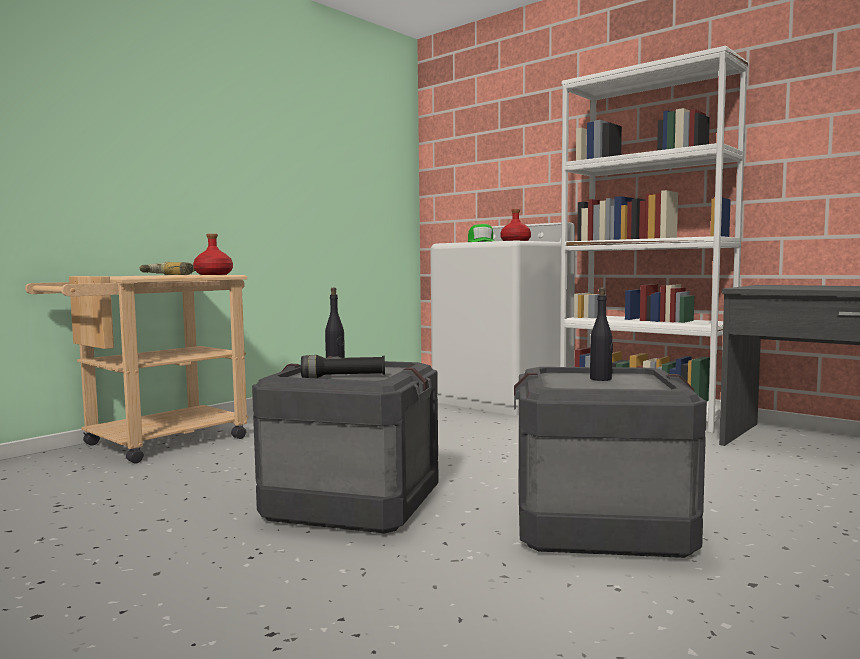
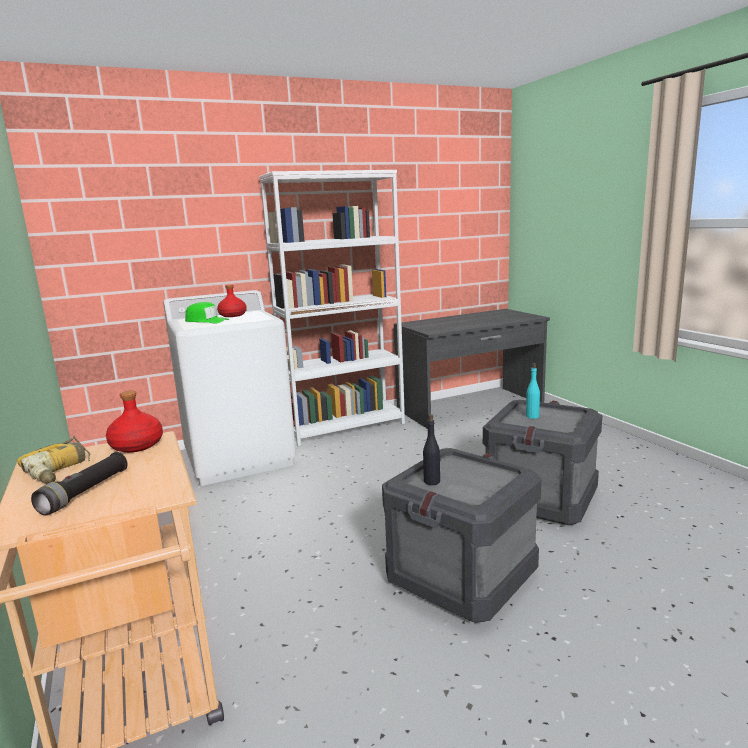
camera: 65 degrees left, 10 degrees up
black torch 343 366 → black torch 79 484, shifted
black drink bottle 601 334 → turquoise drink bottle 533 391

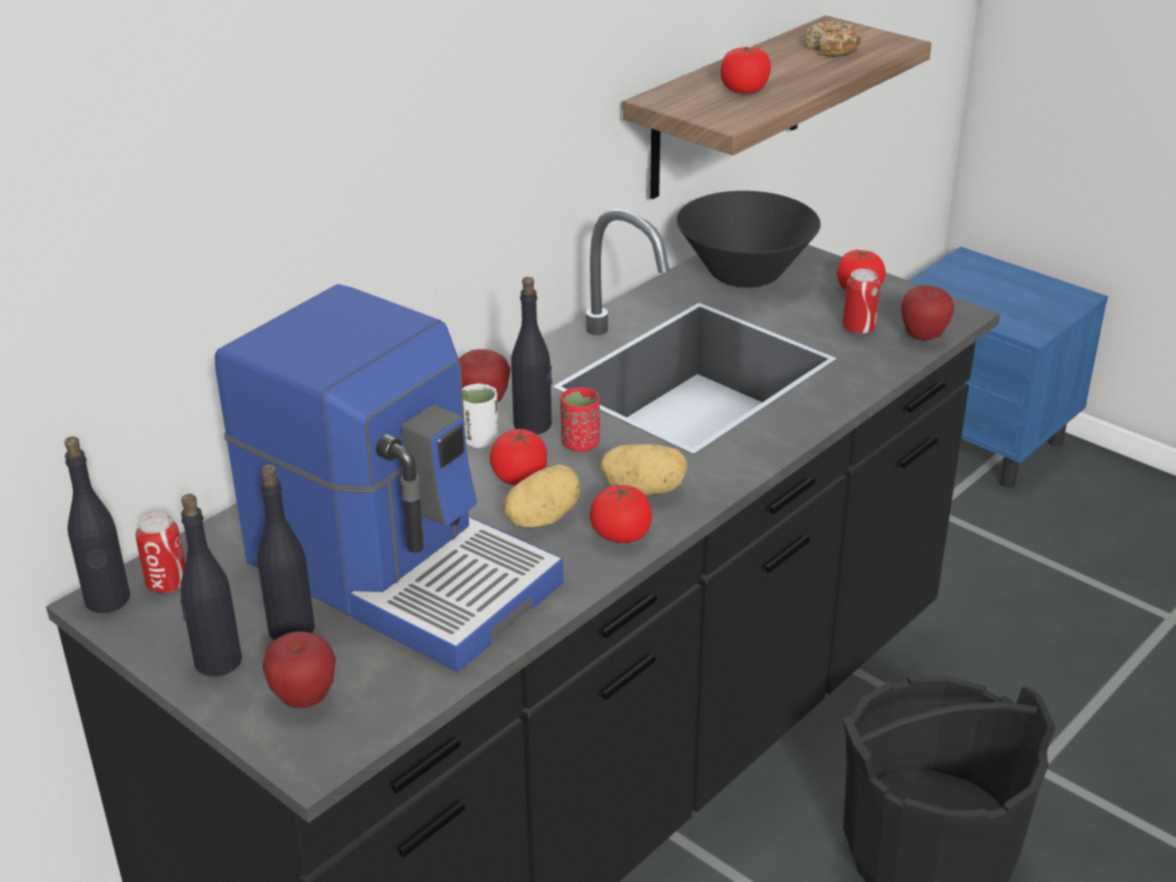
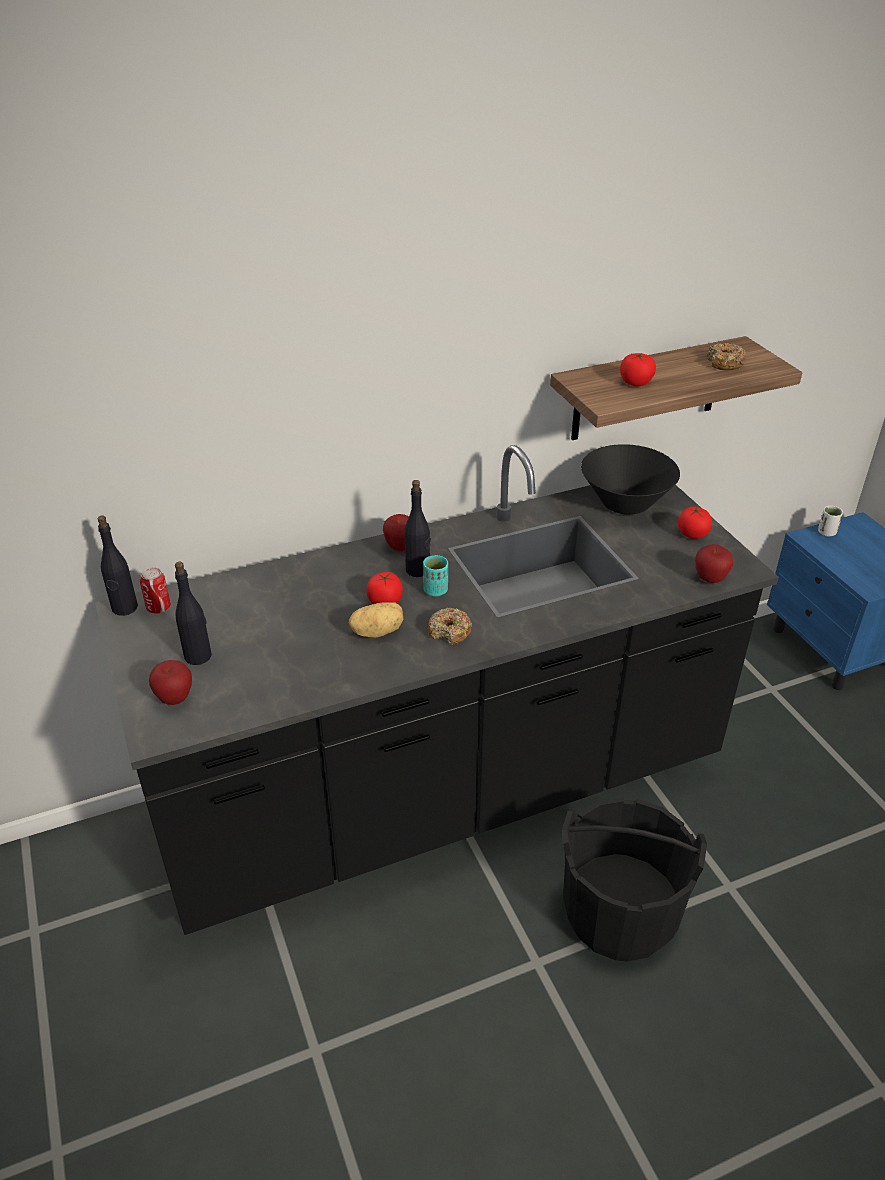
camera: 25 degrees right, 5 degrees up
black drink bottle 211 585 → -
coffee machine 389 478 → -
tomato 621 513 → -
sealed can 861 301 → -
white cup 480 416 → white cup 830 521, shifted
spud 644 470 → donut 450 626
red cup 580 419 → turquoise cup 435 576

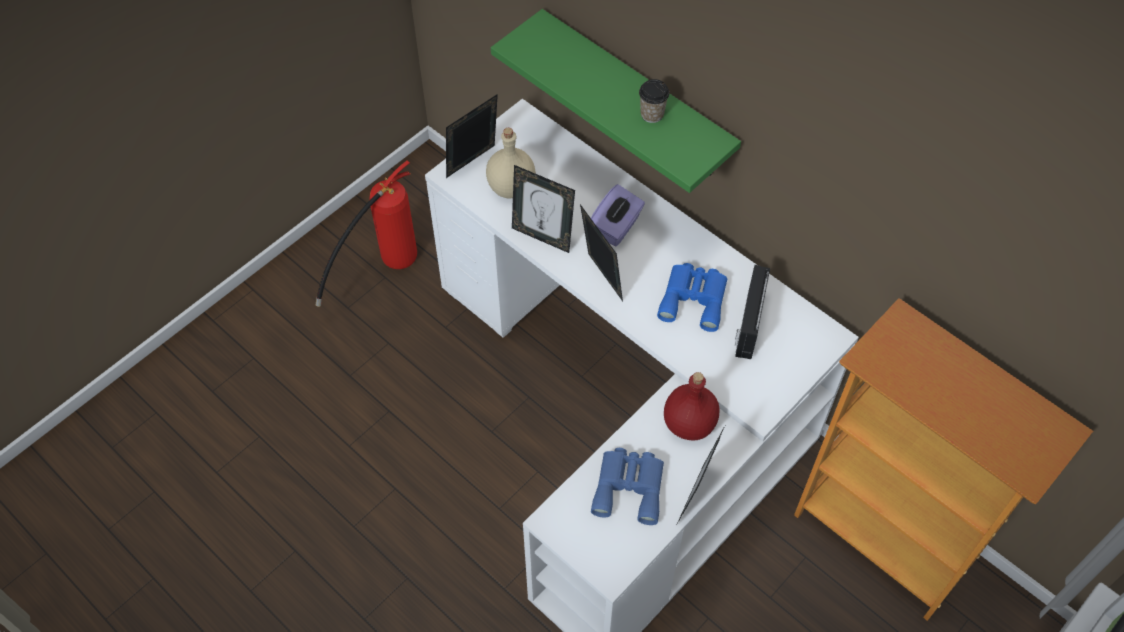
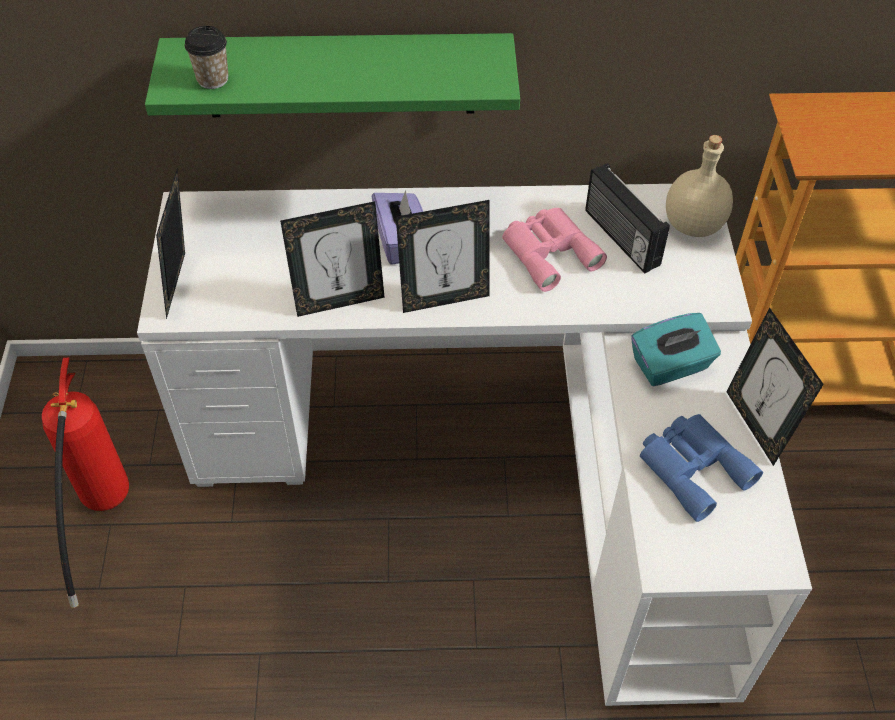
camera: 45 degrees left, 5 degrees down
beige drink bottle 511 163 → beige drink bottle 699 186, shifted
cup 654 101 → cup 207 57, shifted
red drink bottle 691 406 → turquoise tissue holder 676 349
blue pair of binoculars 692 297 → pink pair of binoculars 554 250
picture frame 601 252 → picture frame 443 256, 150 degrees clockwise

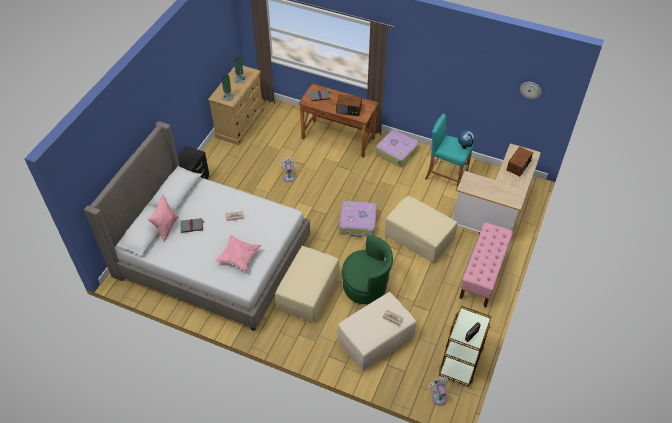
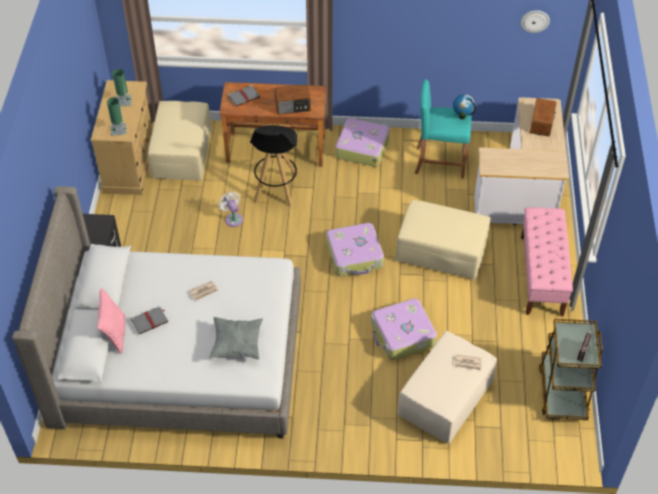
camera: 20 degrees left, 0 degrees up
white fan 439 391 → -
- → black stool 274 165
beige footrest 307 284 → beige footrest 180 140, shifted
green-coloured lounge chair 367 269 → suitcase 404 329
pink throw pillow 238 253 → grey throw pillow 236 338

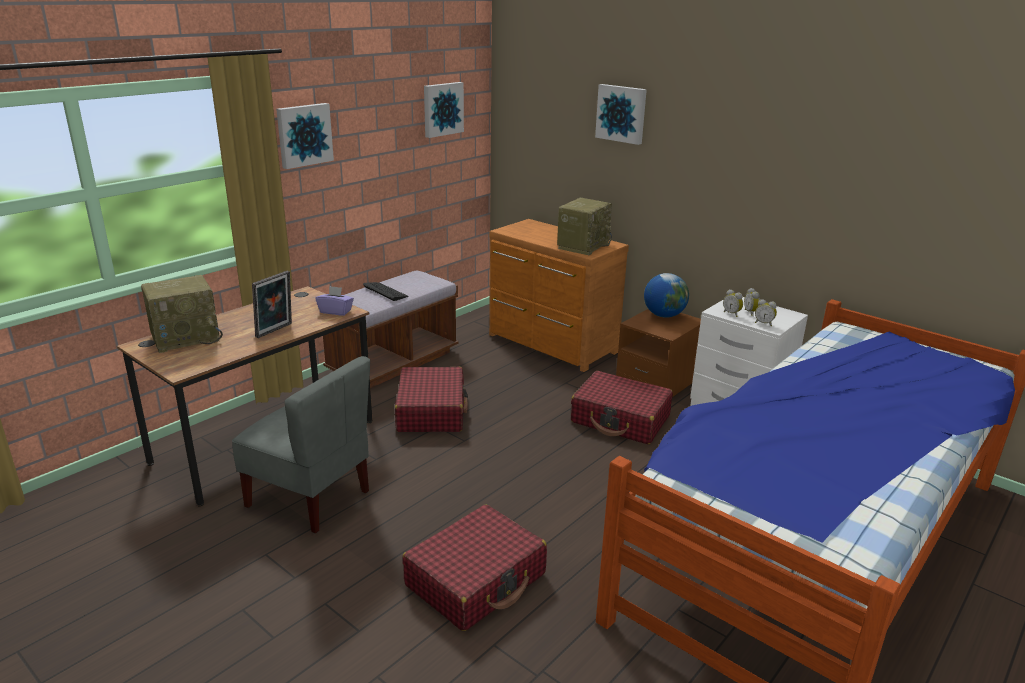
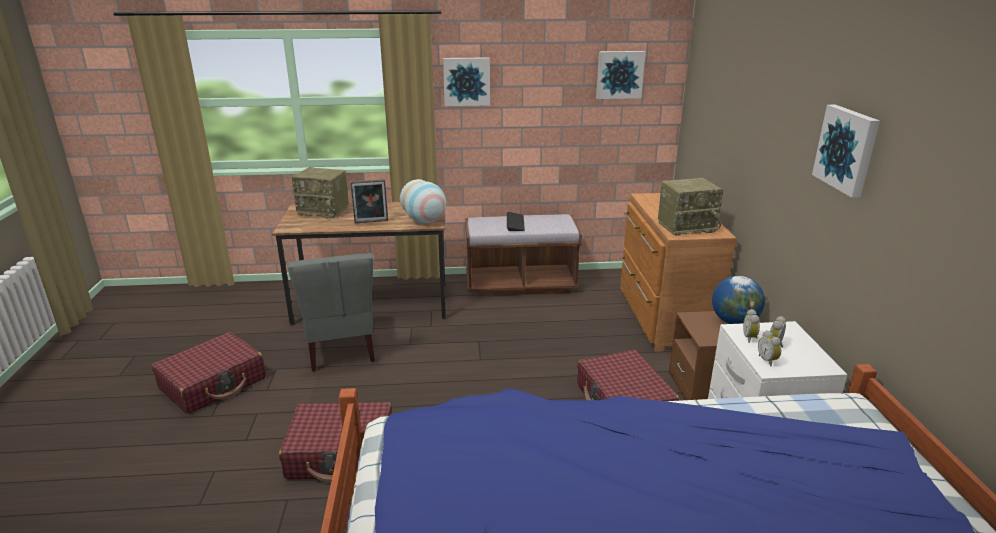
camera: 45 degrees right, 0 degrees up
red suitcase 431 399 → red suitcase 209 373, shifted
picture 621 114 → picture 846 151, shifted
purple-coloured tissue holder 334 301 → flower vase 423 201

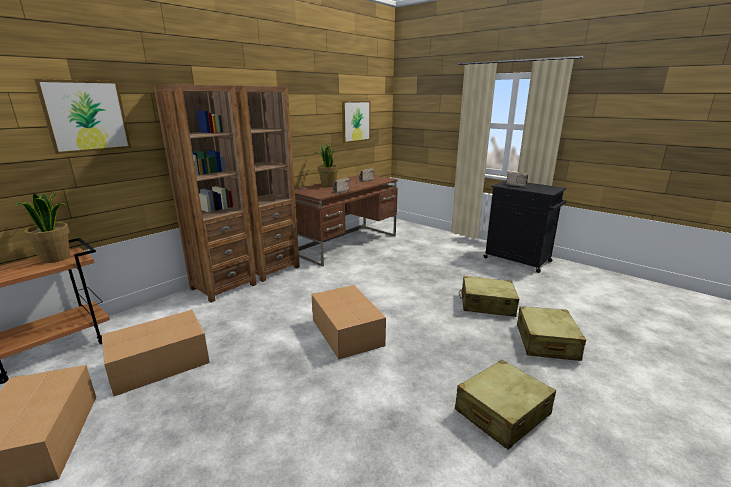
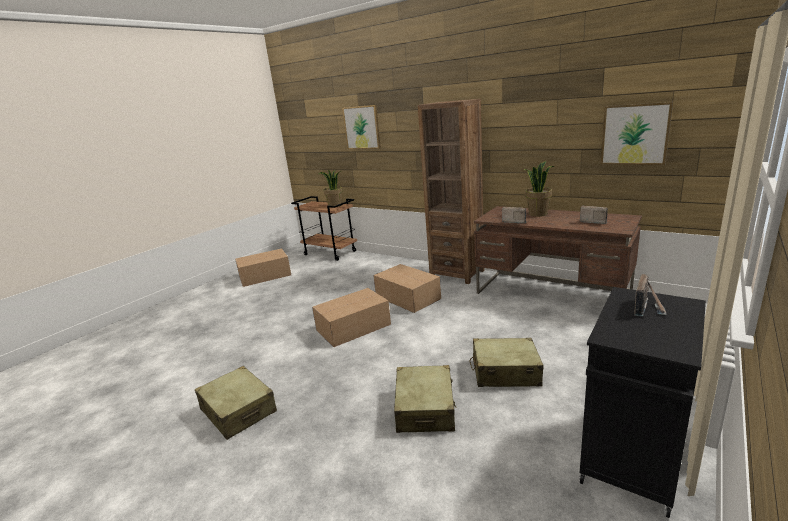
camera: 85 degrees right, 0 degrees up
brown shelving unit 205 193 → -
carton 156 353 → carton 407 288, shifted
beige suitcase 551 333 → beige suitcase 506 362, shifted

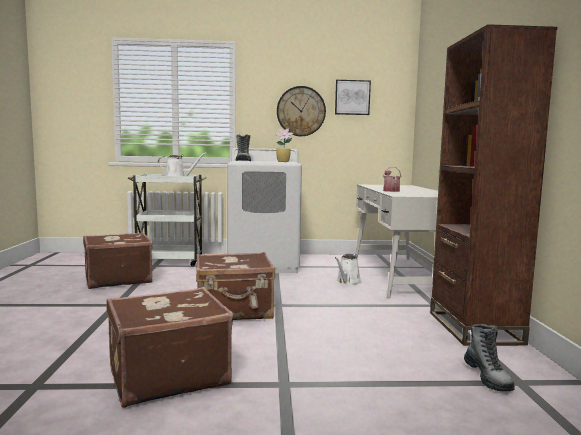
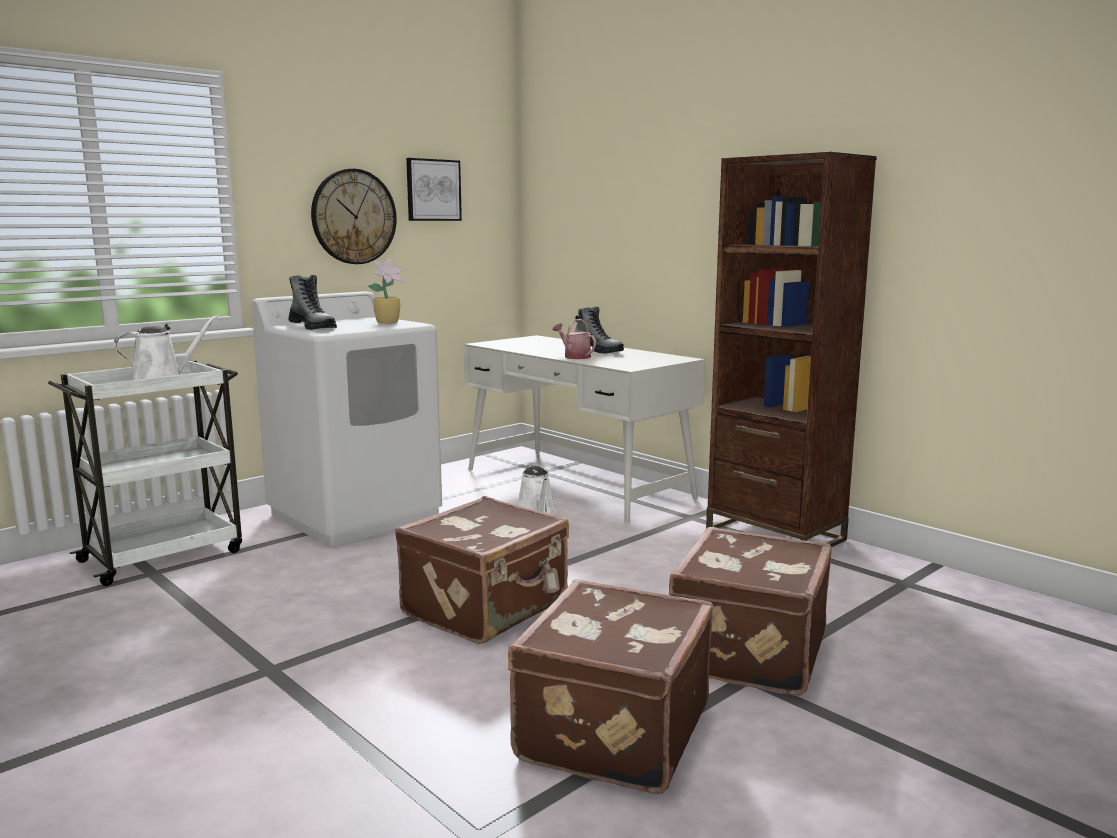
camera: 40 degrees left, 5 degrees up
brown suitcase 118 260 → brown suitcase 750 611, shifted
high-top boot 489 357 → high-top boot 599 330, shifted

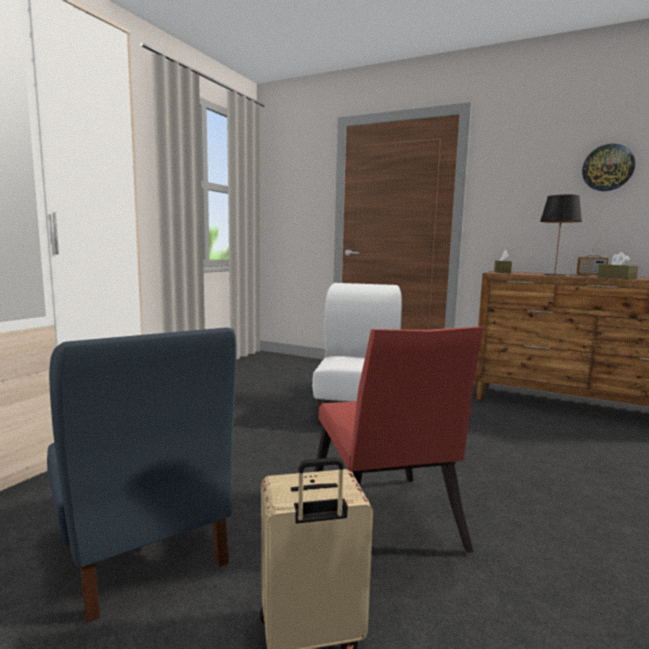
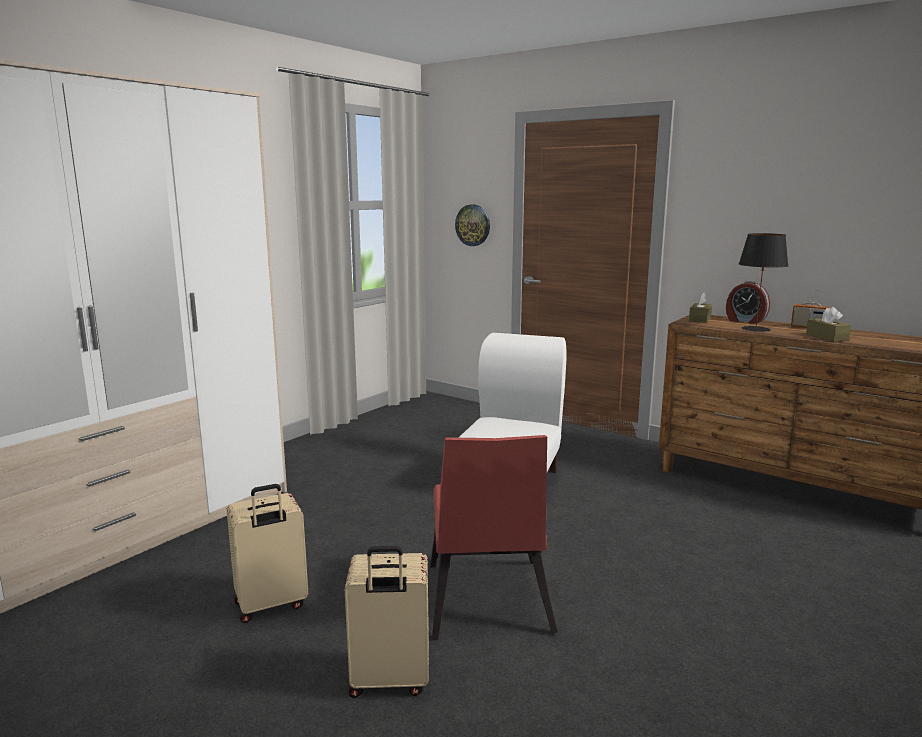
camera: 10 degrees right, 5 degrees up
- → alarm clock 748 302
wall clock 608 167 → wall clock 472 225, shifted
blue plain chair 141 475 → beige suitcase 267 553

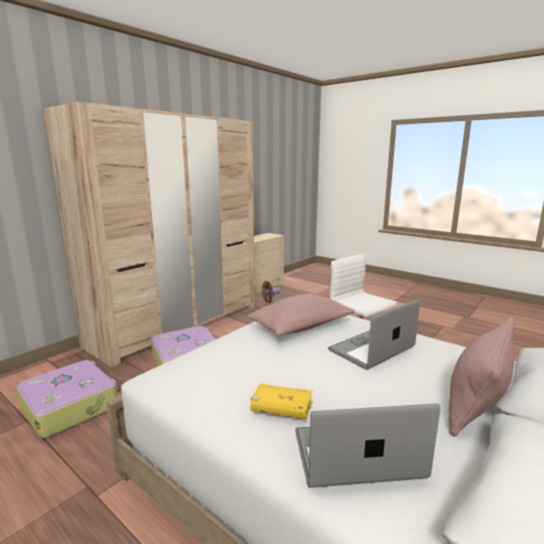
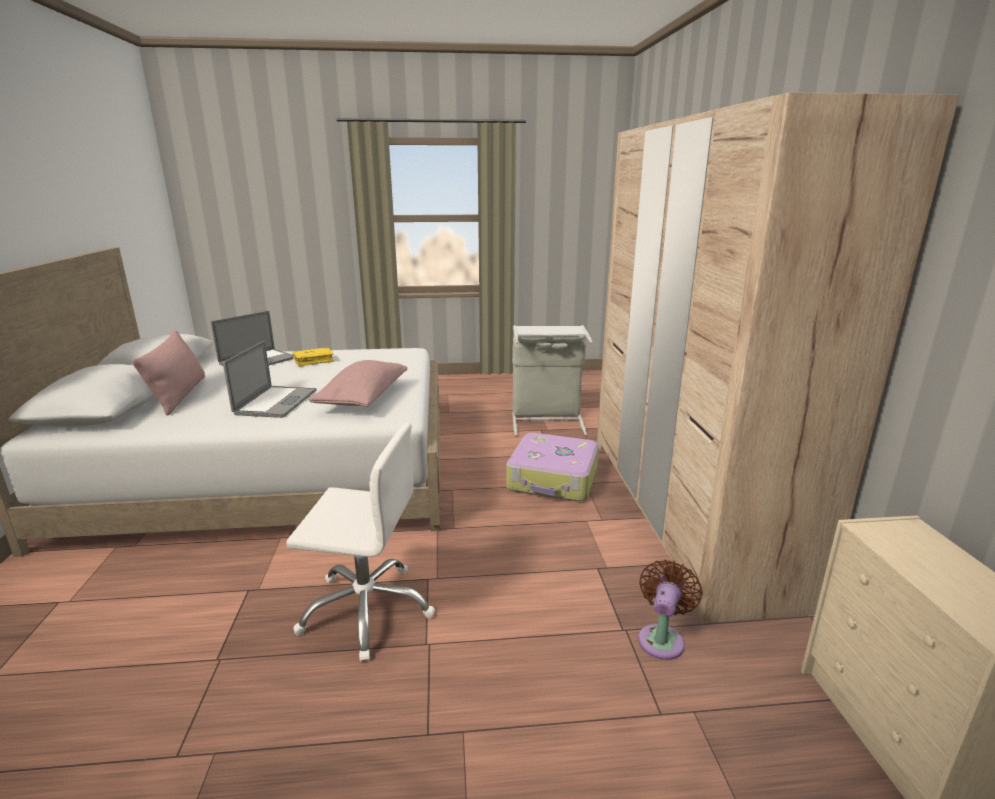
camera: 135 degrees right, 5 degrees up
suitcase 66 399 → grey hamper 552 380

